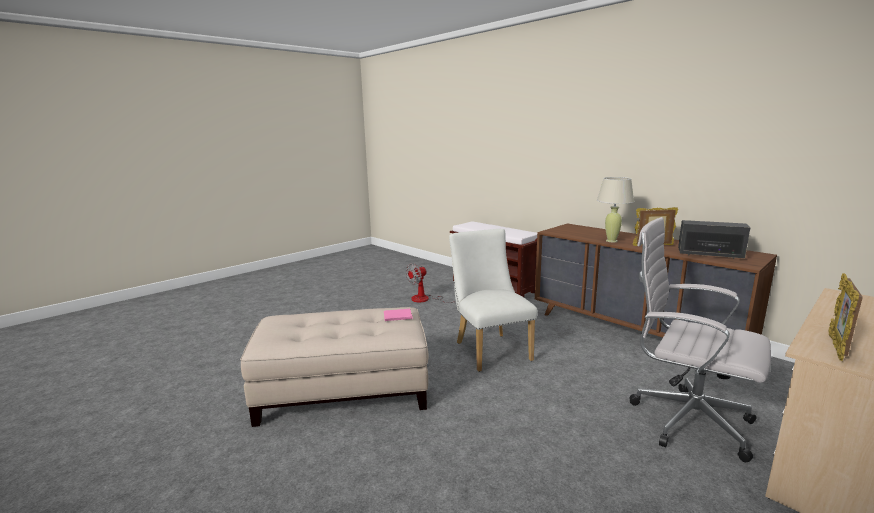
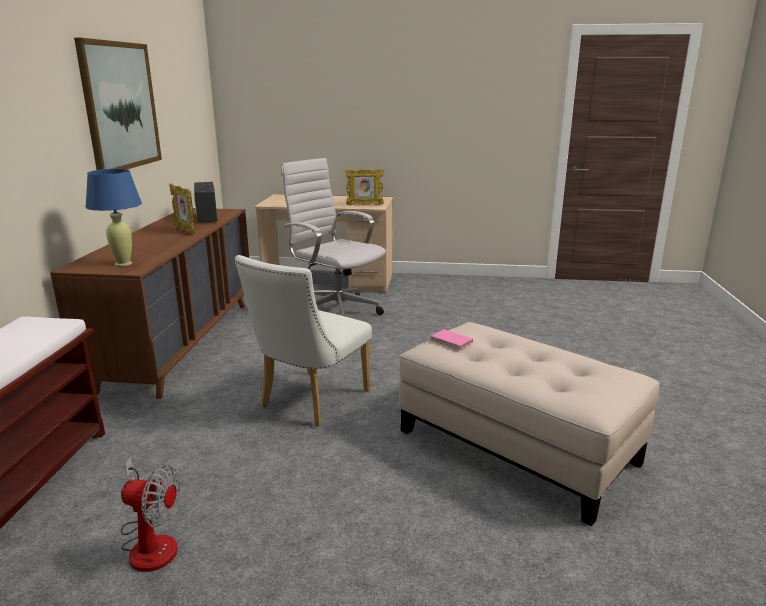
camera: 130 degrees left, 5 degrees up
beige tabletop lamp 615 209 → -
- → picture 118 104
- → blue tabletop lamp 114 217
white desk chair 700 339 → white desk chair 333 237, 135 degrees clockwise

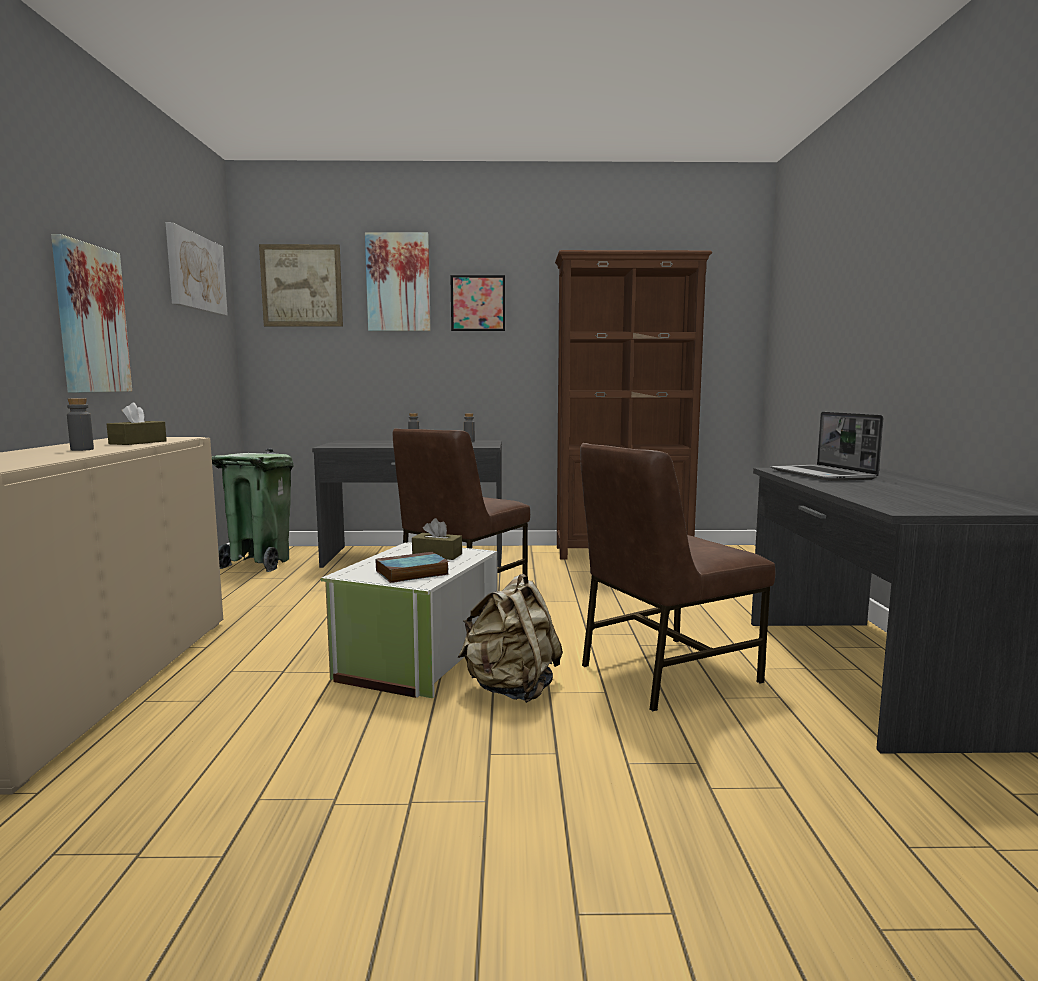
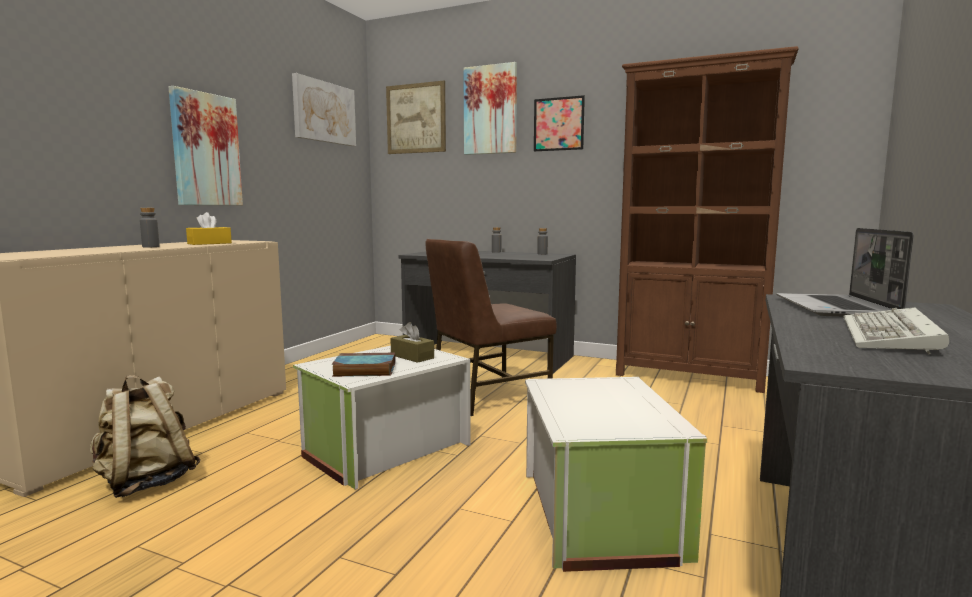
camera: 25 degrees right, 0 degrees up
green-coloured waste bin 252 510 → -
- → PC keyboard 896 330
beige rucksack 510 638 → beige rucksack 145 436, shifted
brown plain chair 677 577 → white storage box 616 474
brown tissue holder 137 423 → yellow tissue holder 209 228

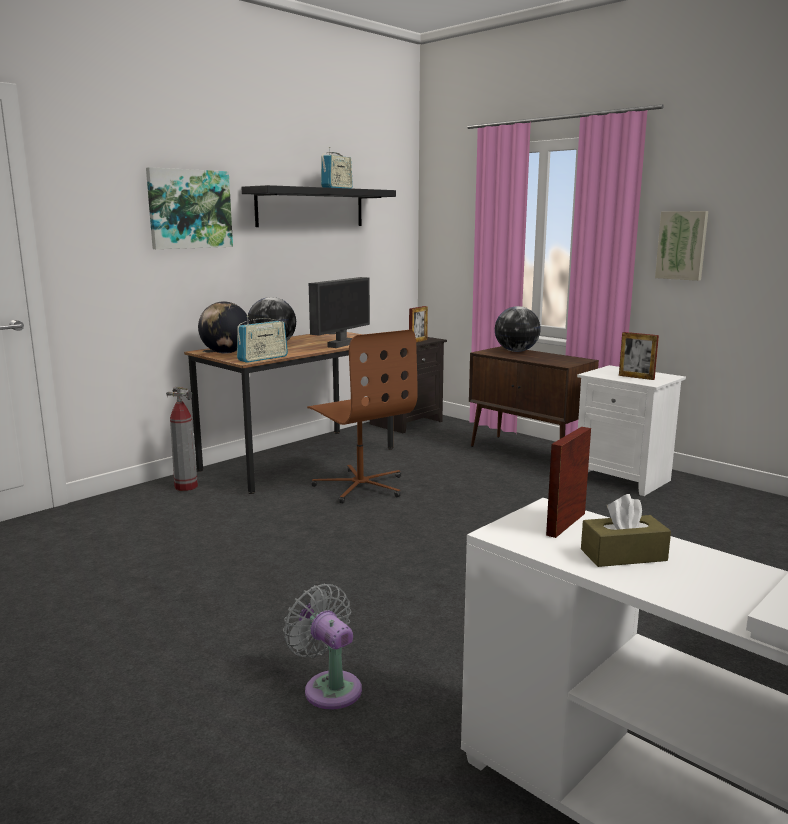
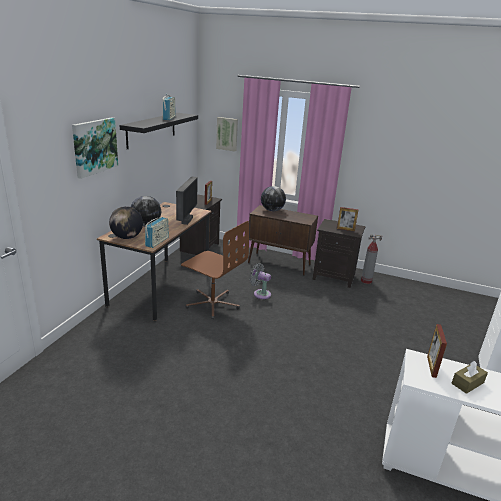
camera: 25 degrees left, 10 degrees up
fire-fighting cylinder 182 439 → fire-fighting cylinder 371 259, shifted
grey fan 322 646 → grey fan 260 281, shifted
picture 681 246 → picture 227 134, shifted
white nightstand 631 430 → black nightstand 339 253

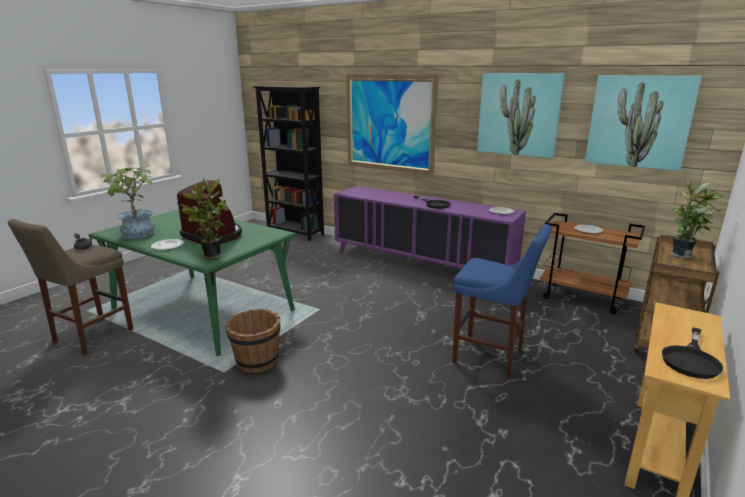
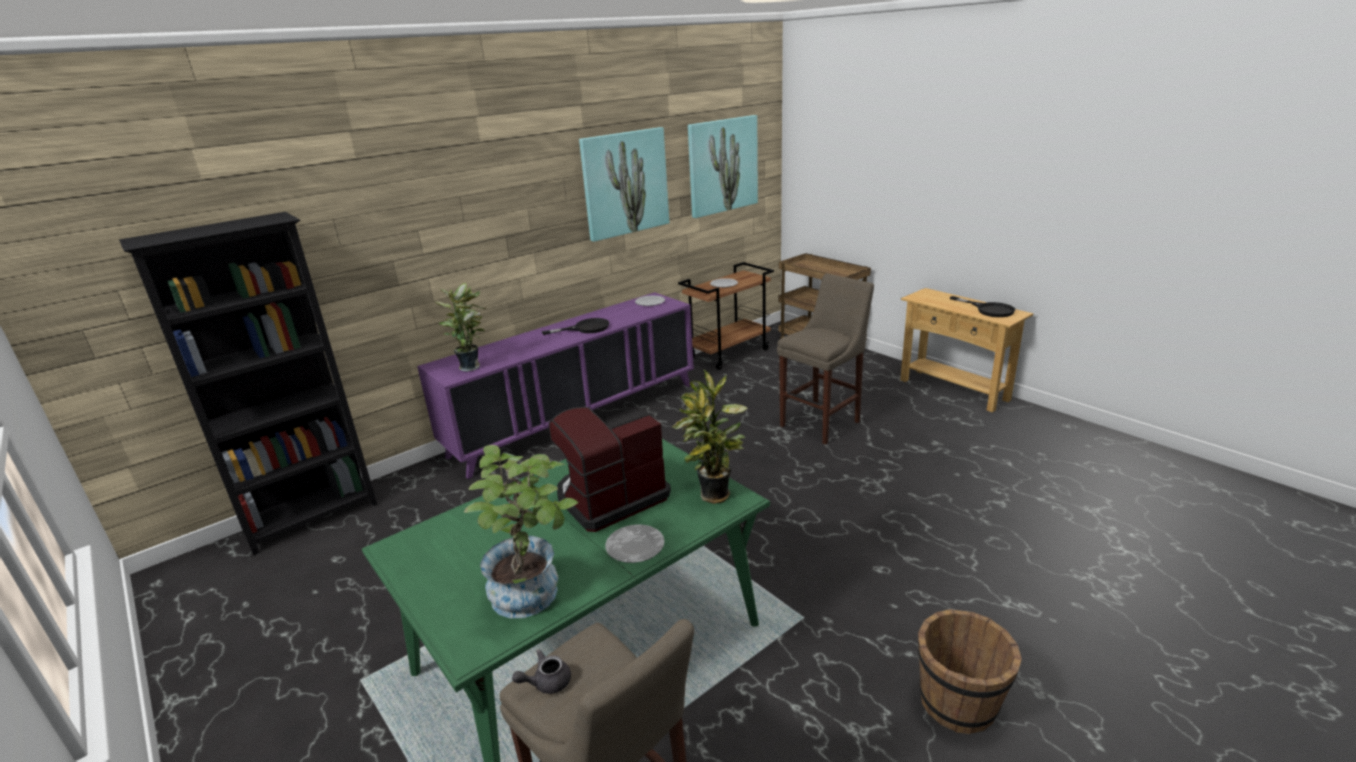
camera: 70 degrees left, 5 degrees up
picture 393 125 → -
brown water bucket 252 341 → brown water bucket 970 671, shifted
potted plant 697 219 → potted plant 461 327, shifted
blue stool 501 301 → beige stool 825 359

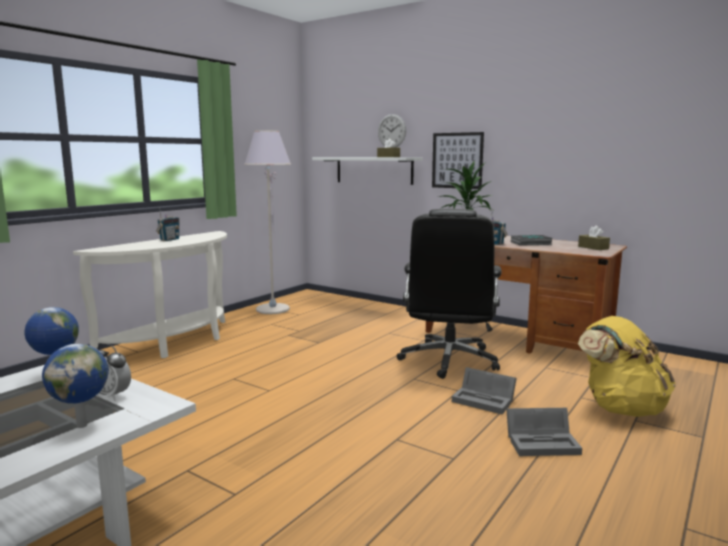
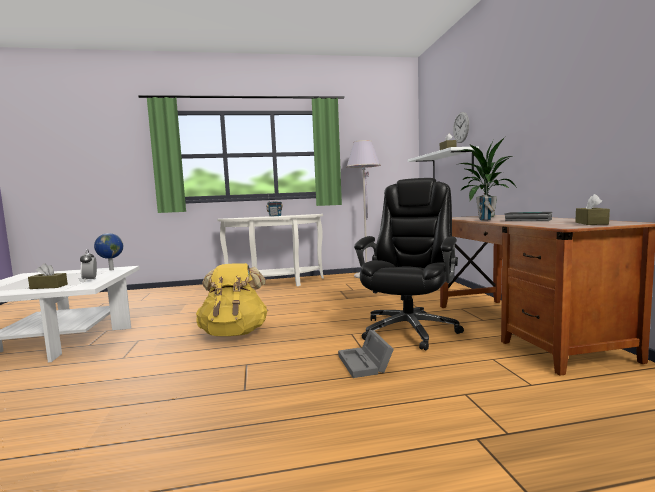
camera: 45 degrees right, 5 degrees down
picture 458 160 → -
grey storage box 544 432 → -
yellow rucksack 627 366 → yellow rucksack 232 299, shifted
desk globe 75 386 → brown tissue holder 48 276
black desk chair 449 294 → black desk chair 409 264, 150 degrees clockwise

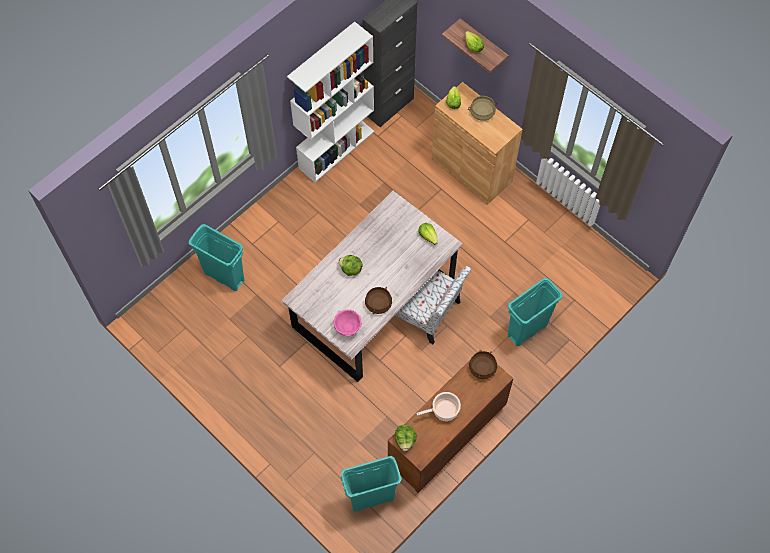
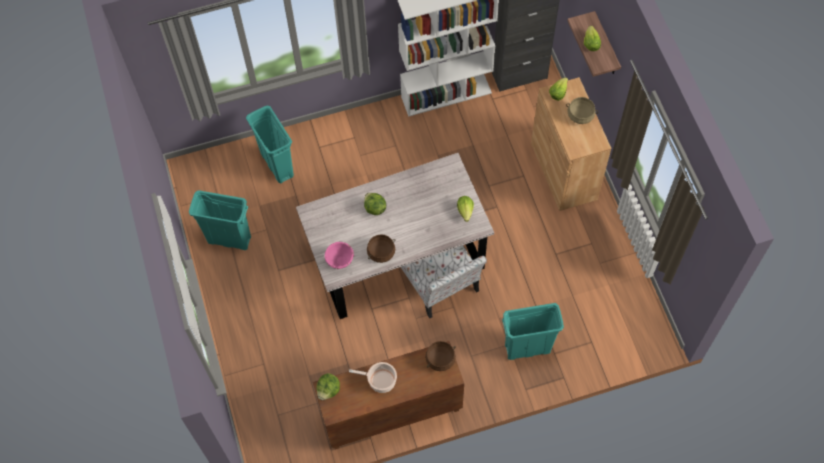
camera: 30 degrees right, 0 degrees up
turquoise waste bin 371 484 → turquoise waste bin 220 220, shifted

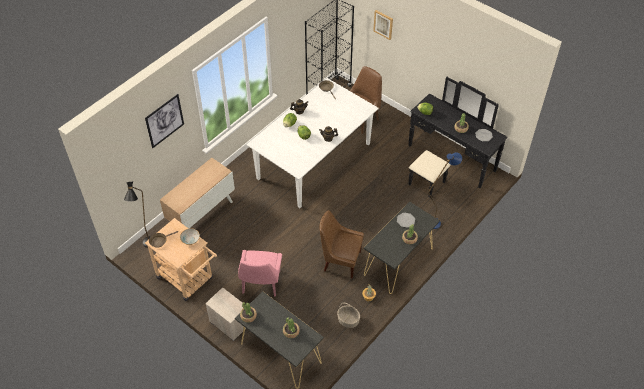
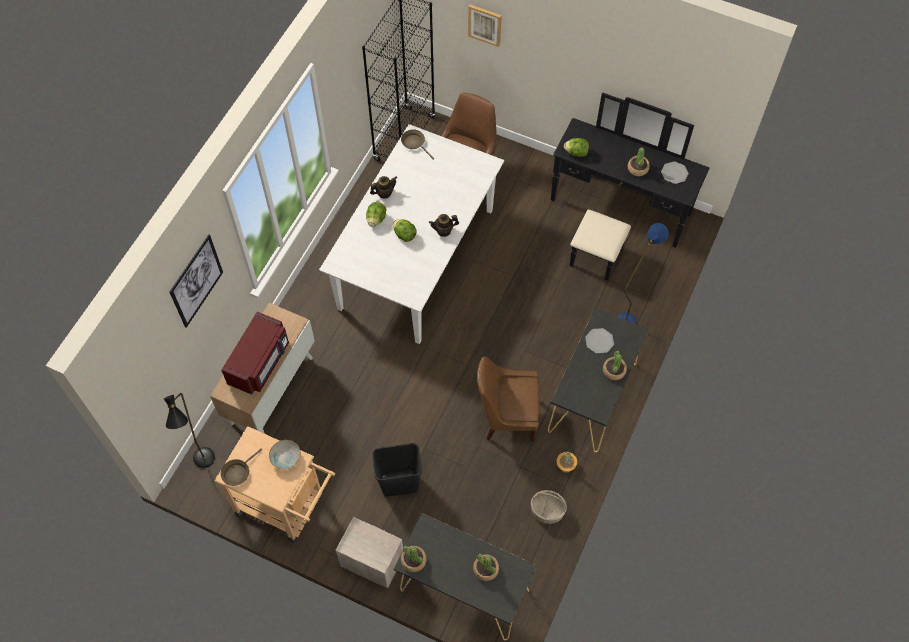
camera: 15 degrees left, 10 degrees up
- → red microwave 255 353
pink plain chair 260 273 → black waste bin 397 470

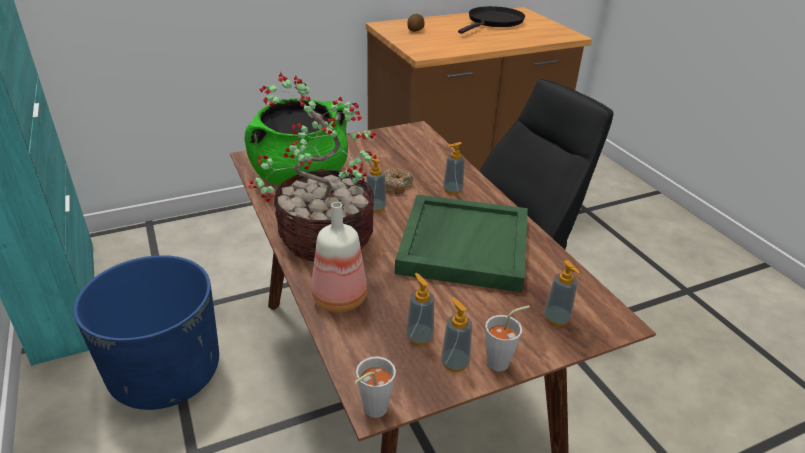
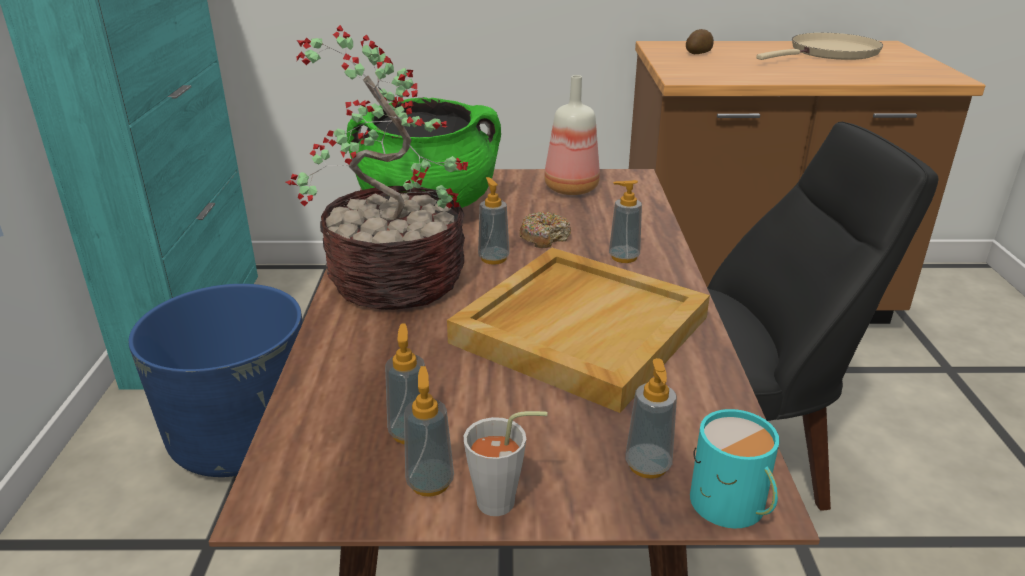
camera: 25 degrees right, 5 degrees down
grey cup 375 387 → -
- → turquoise coffee mug 735 468
drink bottle 339 257 → drink bottle 572 135, shifted
green-coloured carrying tray 461 243 → beige carrying tray 578 330
black frying pan 491 20 → beige frying pan 819 46

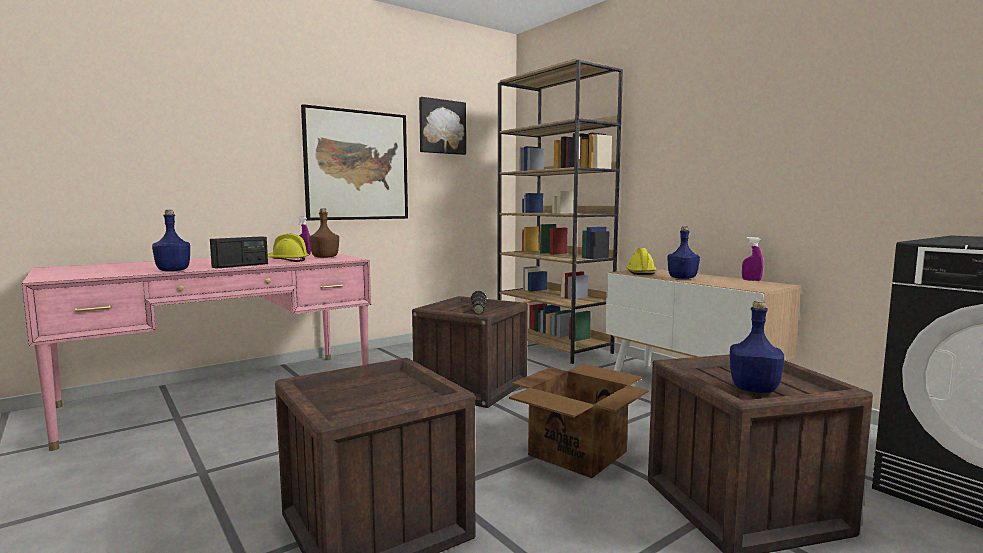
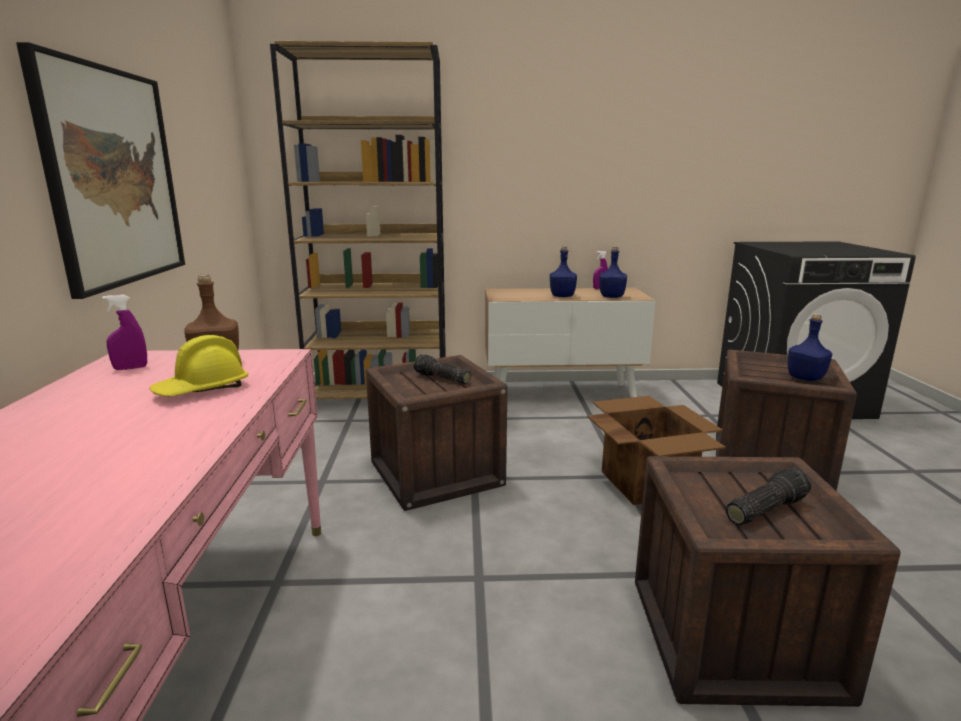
camera: 55 degrees left, 10 degrees up
radio set 239 252 → -
picture 442 126 → -
yellow hard hat 642 261 → -
- → torch 768 496
blue drink bottle 171 240 → blue drink bottle 613 272, shifted

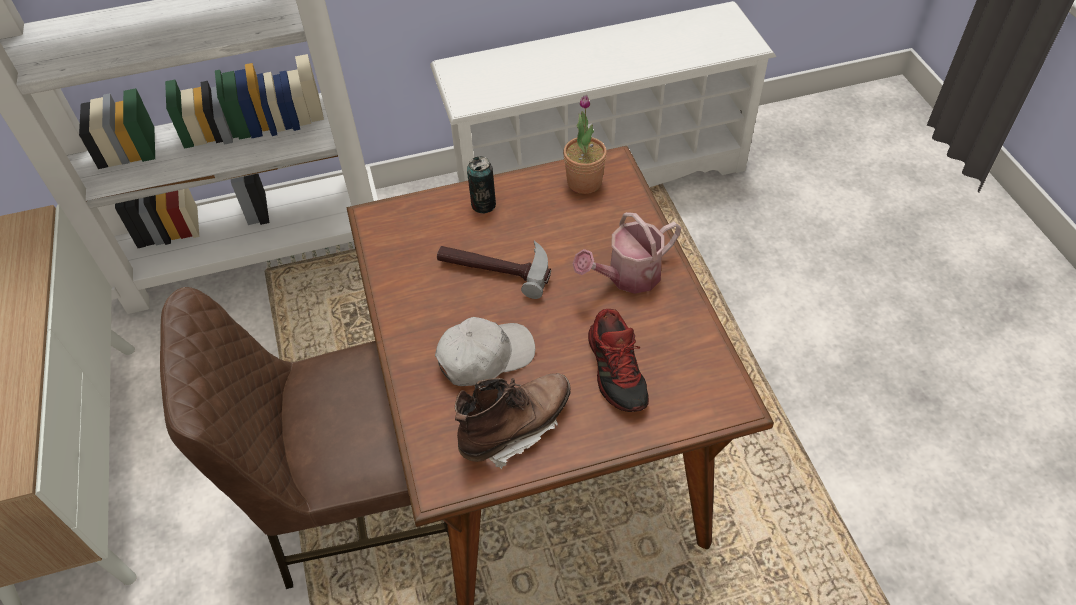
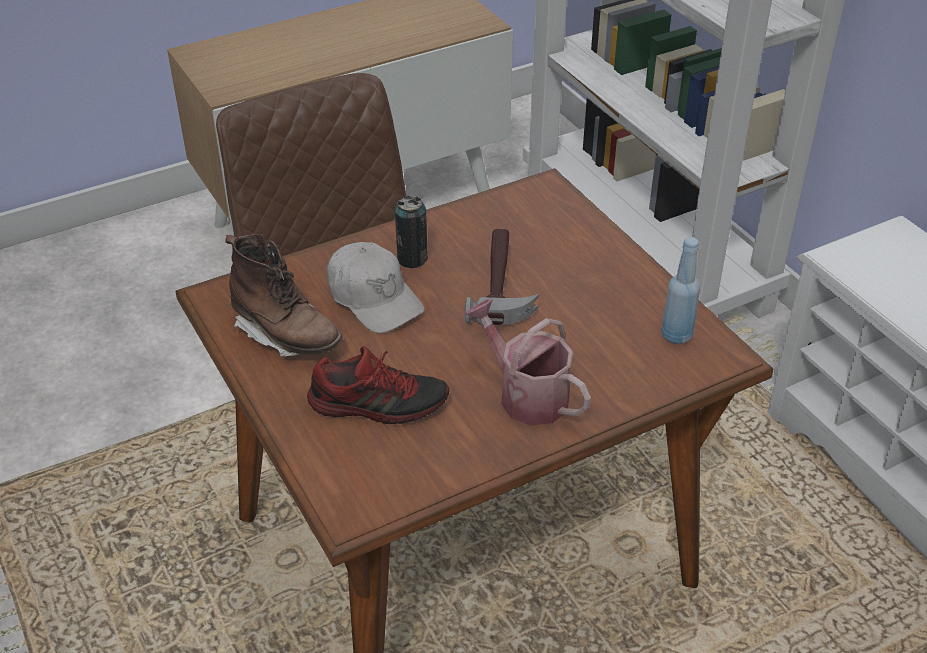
camera: 75 degrees right, 10 degrees down
sealed can 481 184 → sealed can 411 232, shifted
potted plant 585 144 → blue drink bottle 680 290
shoe 618 360 → shoe 378 385, 150 degrees counterclockwise

